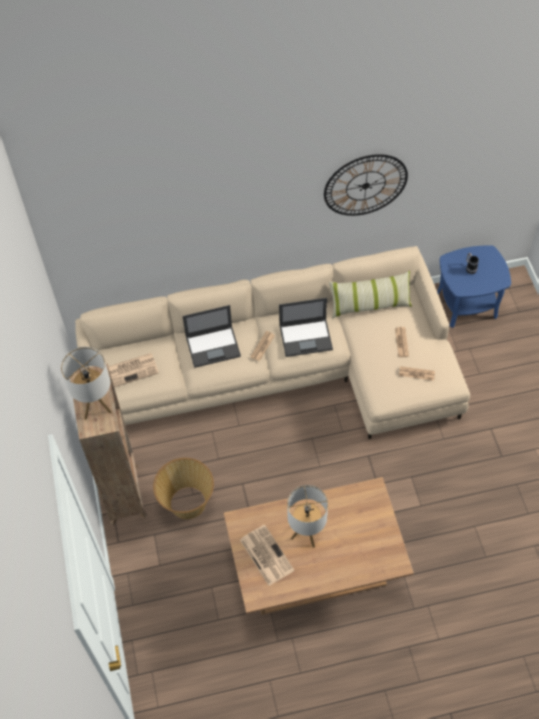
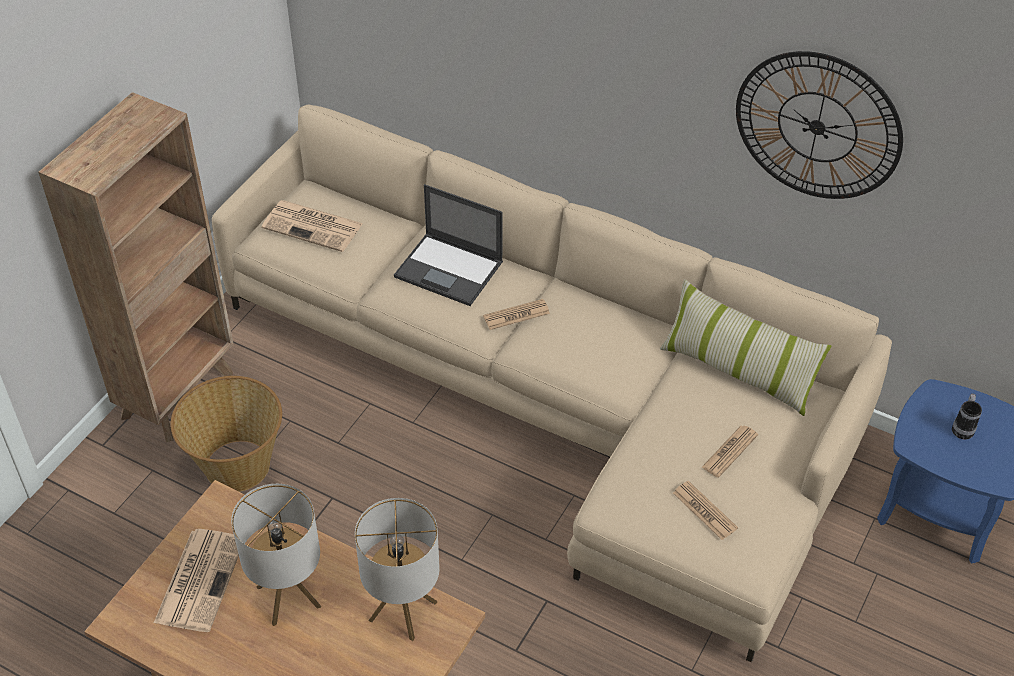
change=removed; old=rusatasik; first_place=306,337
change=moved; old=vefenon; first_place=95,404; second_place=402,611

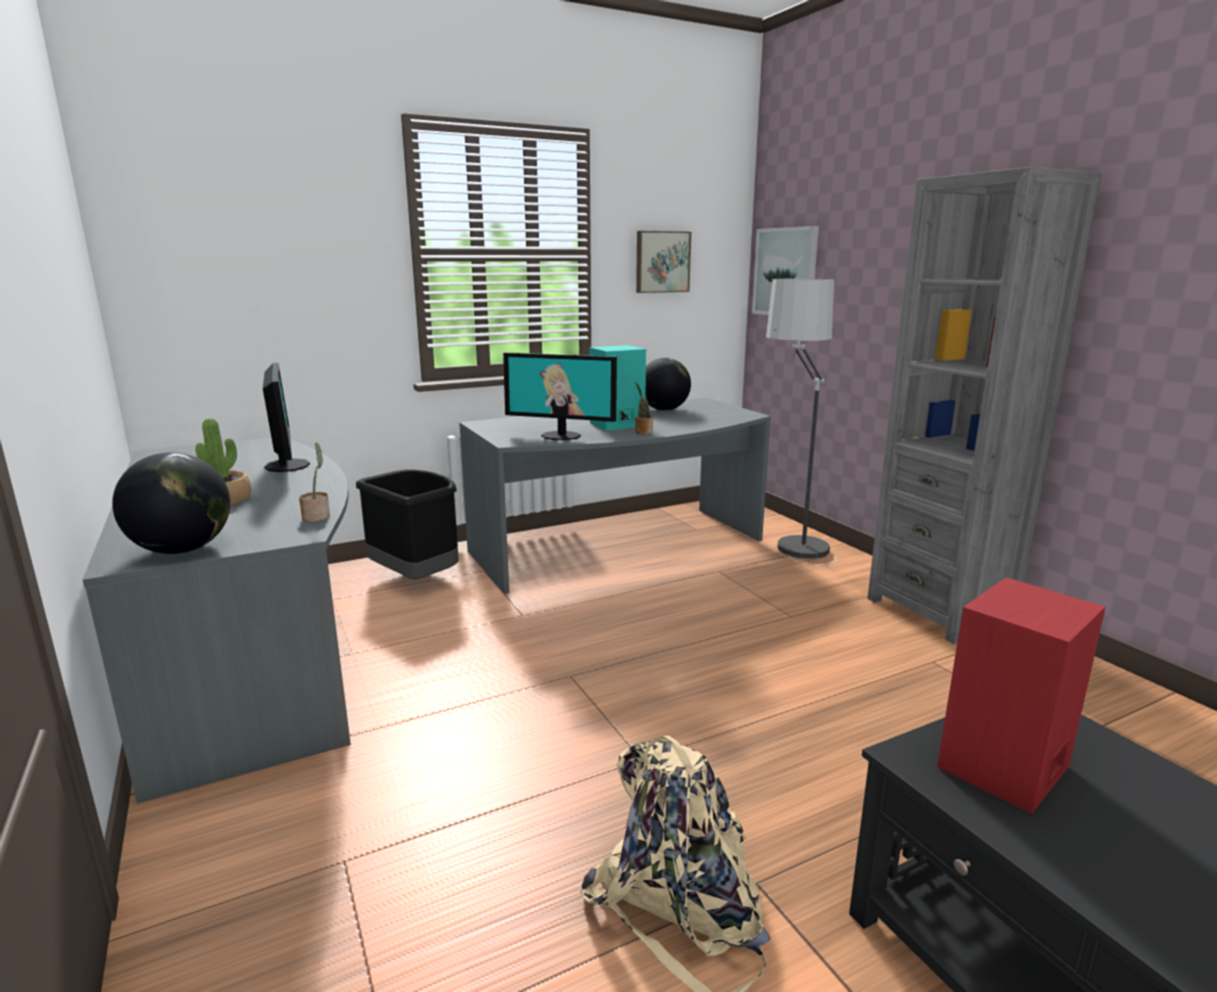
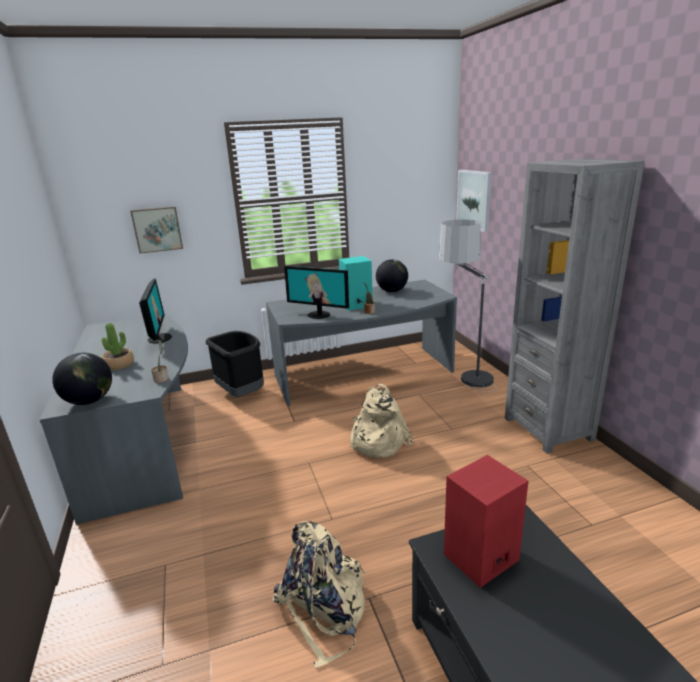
change=moved; old=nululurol; first_place=662,262; second_place=157,229
change=added; new=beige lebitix; second_place=377,441

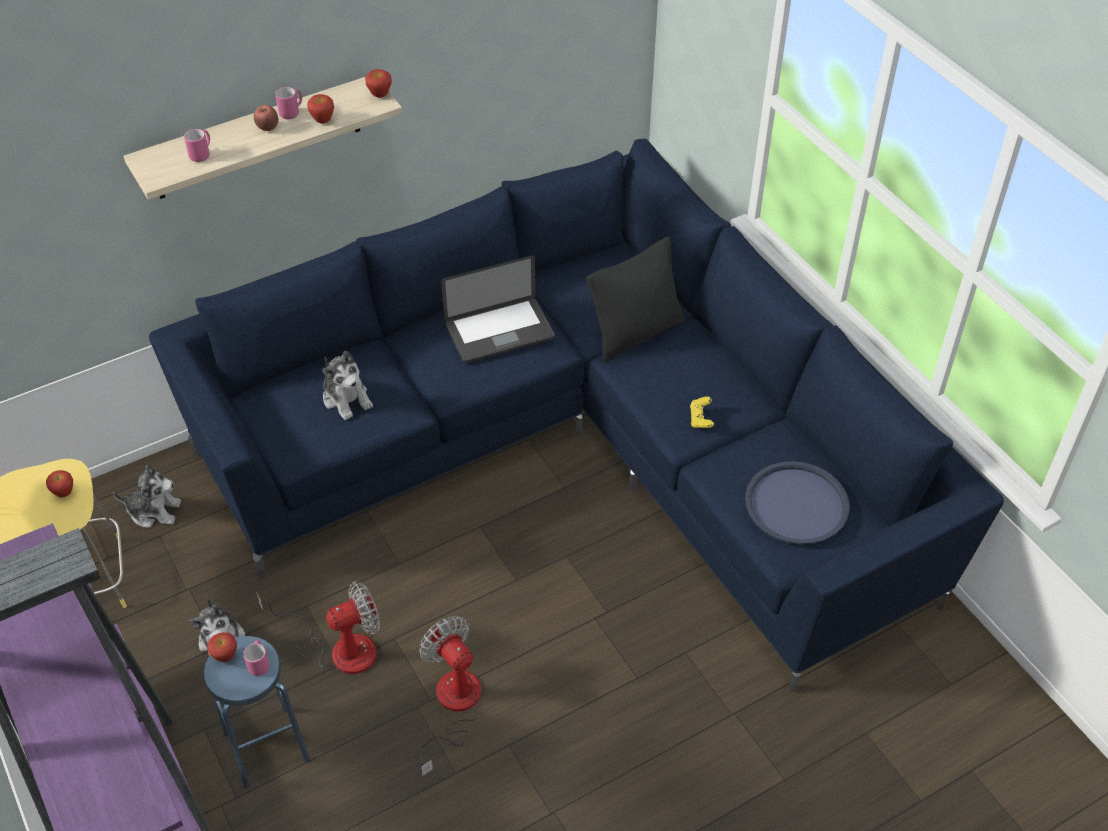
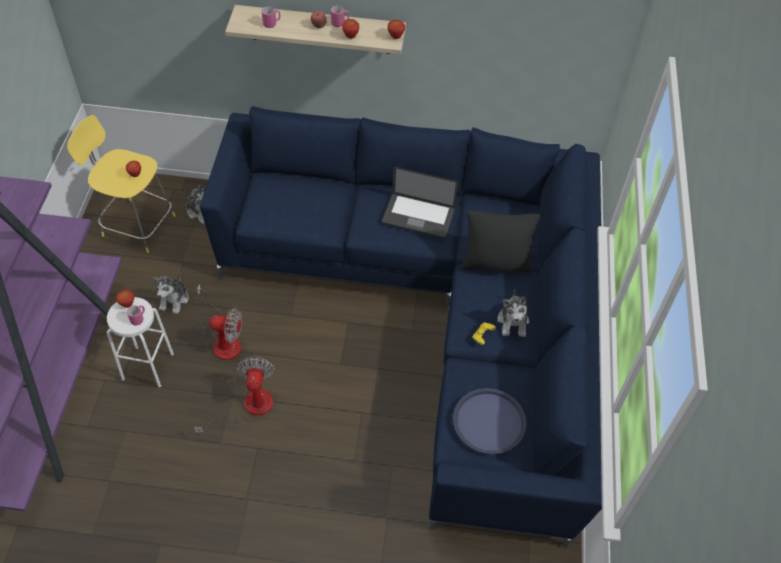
change=moved; old=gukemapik; first_place=347,398; second_place=513,321
change=recoloured; old=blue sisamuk; new=white sisamuk; first_place=266,746; second_place=148,366

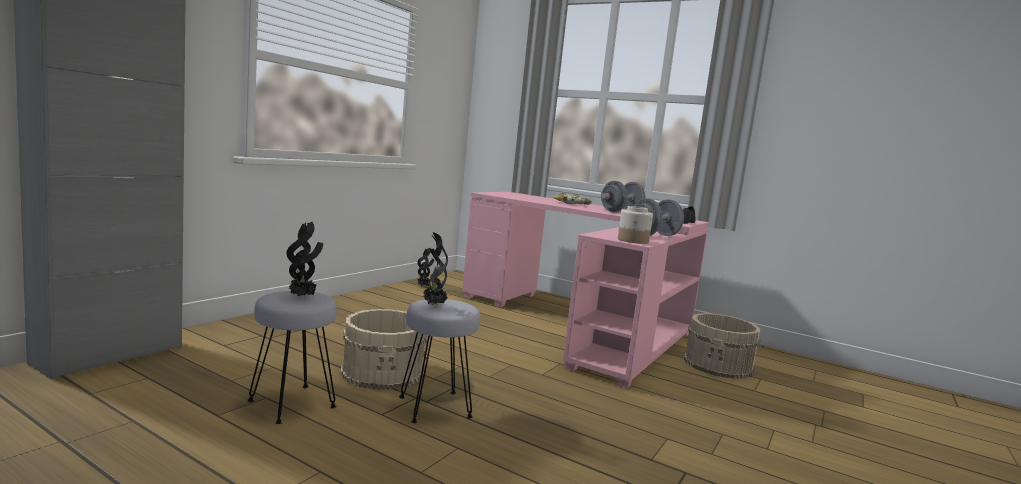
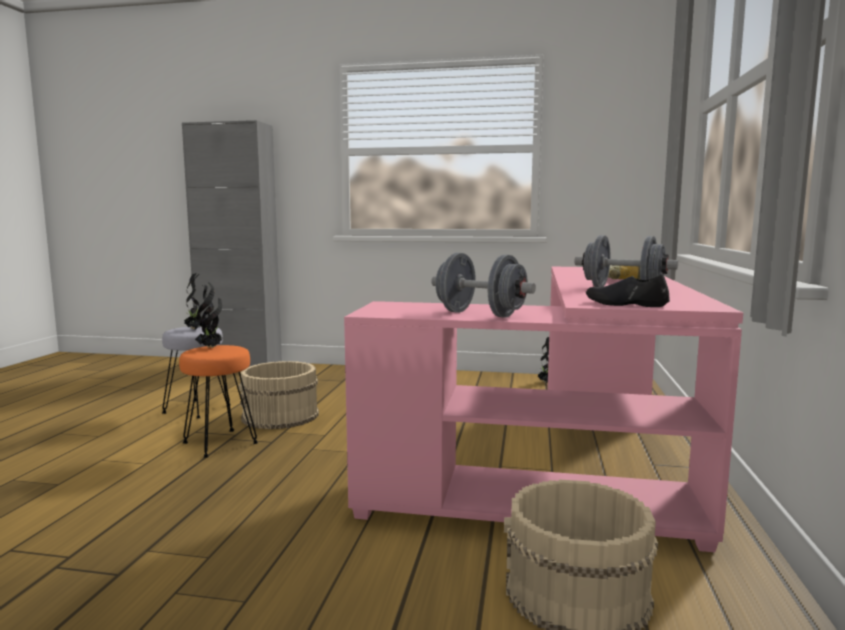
change=removed; old=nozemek; first_place=633,241
change=recoloured; old=grey sisamuk; new=orange sisamuk; first_place=436,407; second_place=220,443

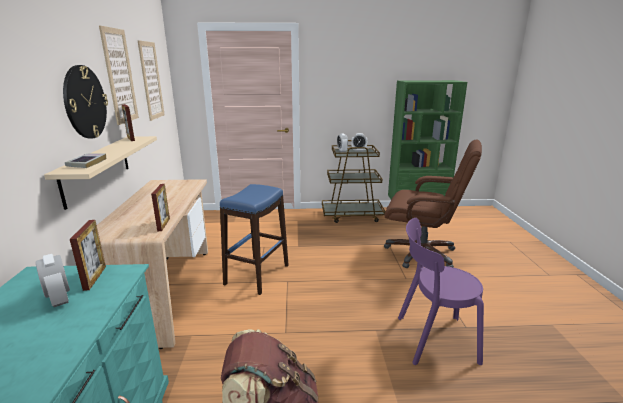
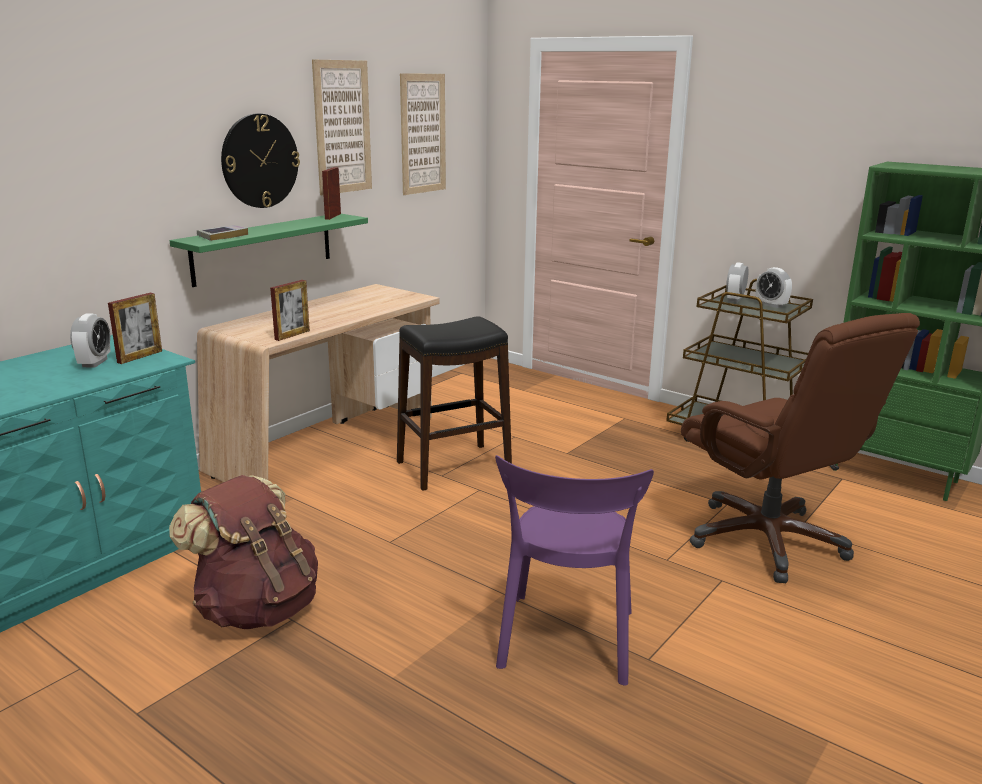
change=recoloured; old=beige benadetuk; new=green benadetuk; first_place=97,169; second_place=263,248
change=recoloured; old=blue sisamuk; new=black sisamuk; first_place=257,275; second_place=453,467
change=turned; old=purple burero; first_place=432,339; second_place=566,643; degrees=-120

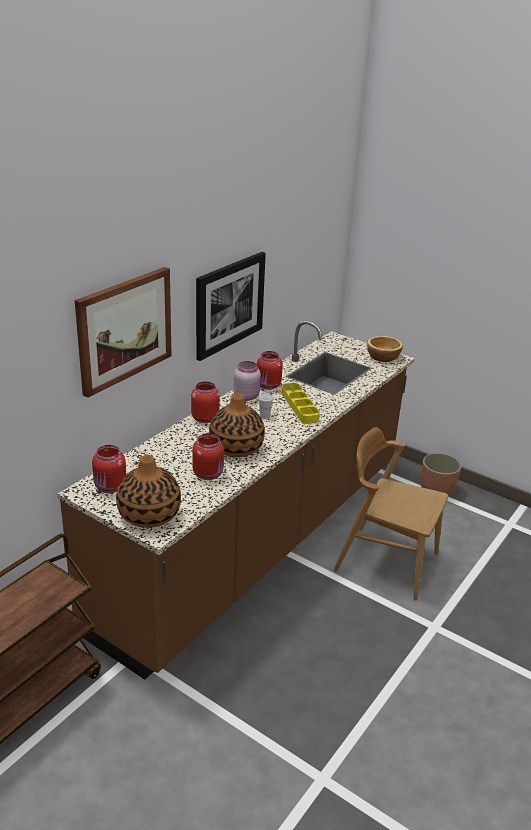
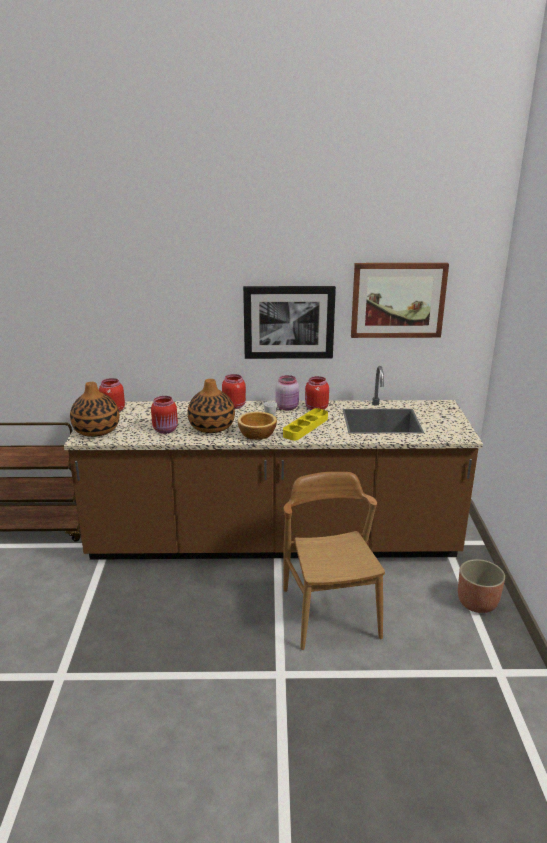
change=moved; old=nululurol; first_place=124,329; second_place=398,300
change=moved; old=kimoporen; first_place=383,357; second_place=256,434

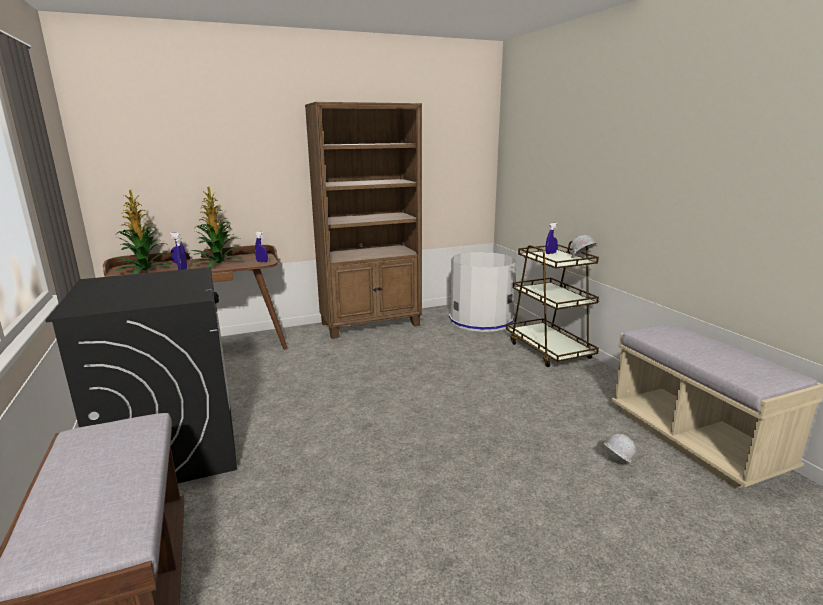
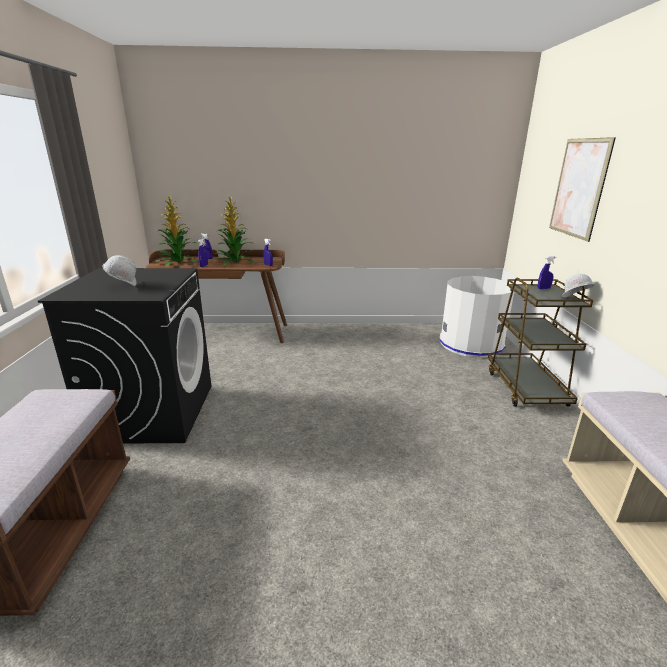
change=removed; old=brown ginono; first_place=371,324
change=moved; old=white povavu; first_place=615,464; second_place=123,285
change=added; new=nululurol; second_place=578,188

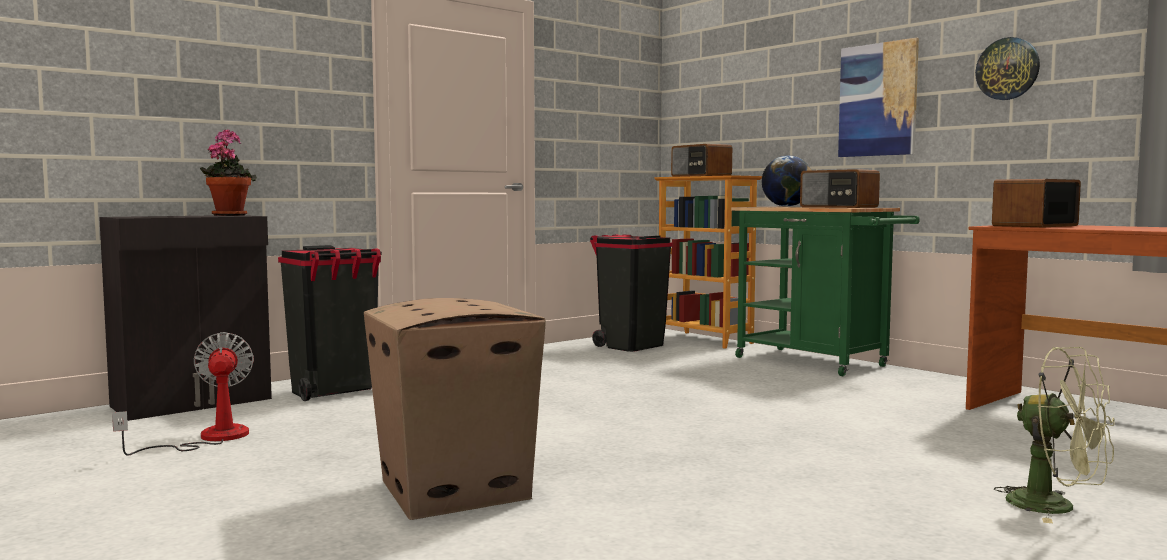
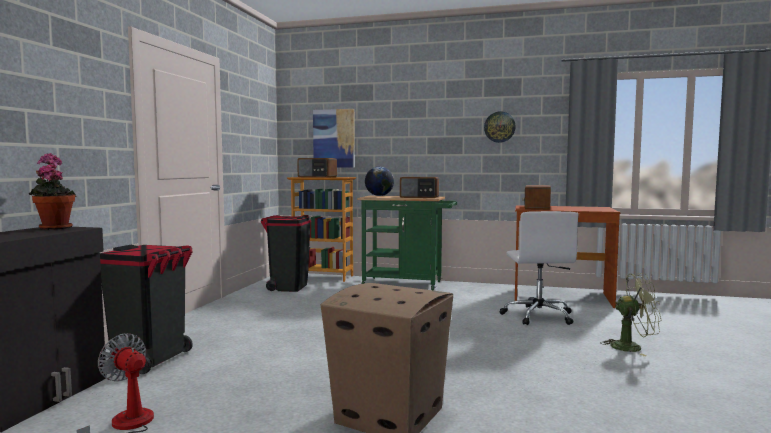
change=moved; old=nululurol; first_place=878,100; second_place=334,138
change=added; new=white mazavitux; second_place=538,316

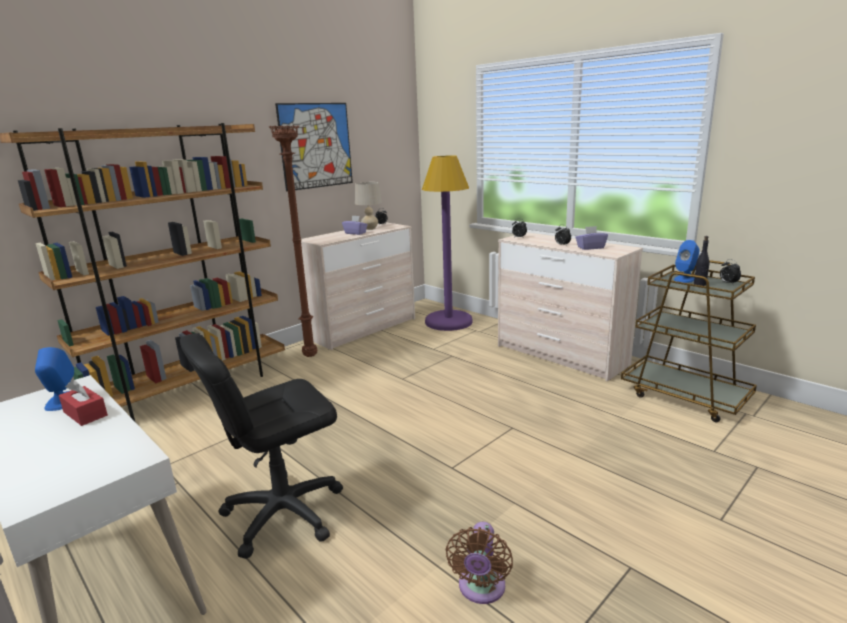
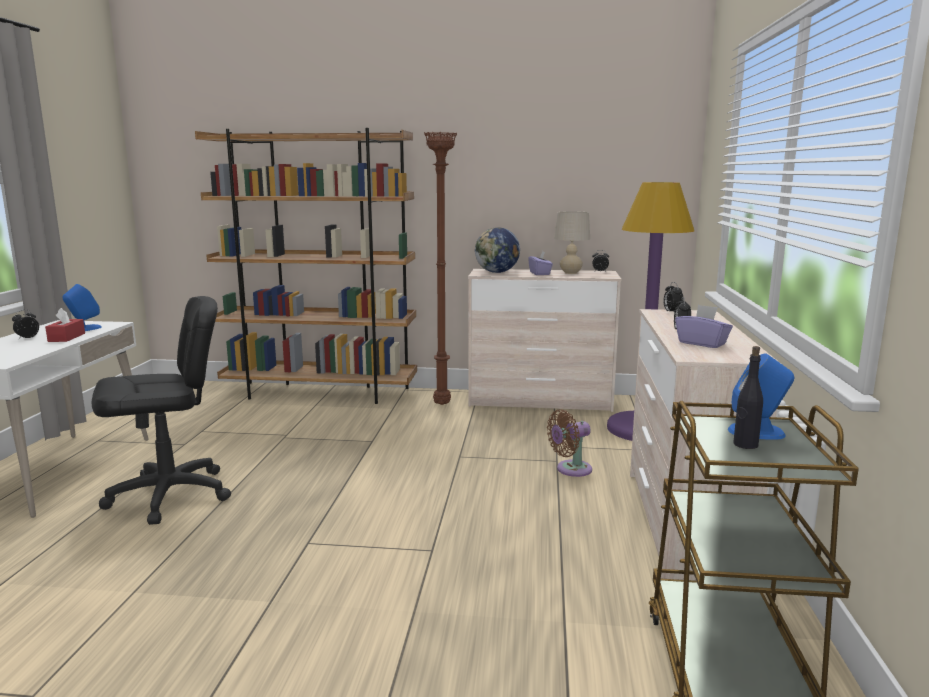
change=removed; old=nululurol; first_place=316,146
change=moved; old=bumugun; first_place=728,283; second_place=27,338
change=turned; old=black mazavitux; first_place=283,513; second_place=170,495; degrees=135
change=moved; old=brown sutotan; first_place=481,589; second_place=570,470
change=added; new=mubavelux; second_place=497,272

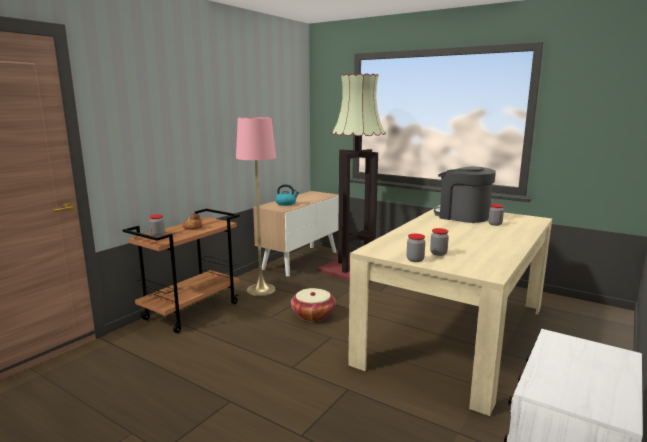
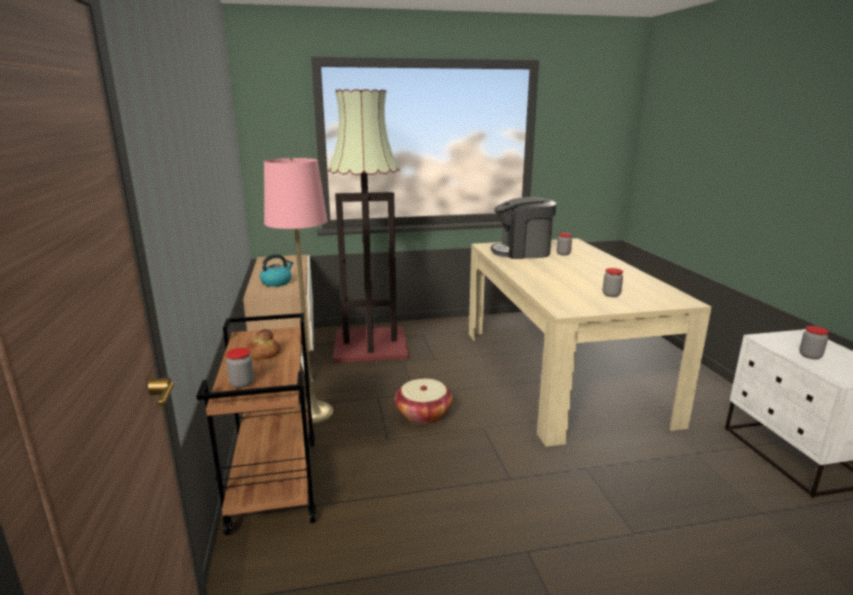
change=moved; old=nozemek; first_place=415,260; second_place=810,356

